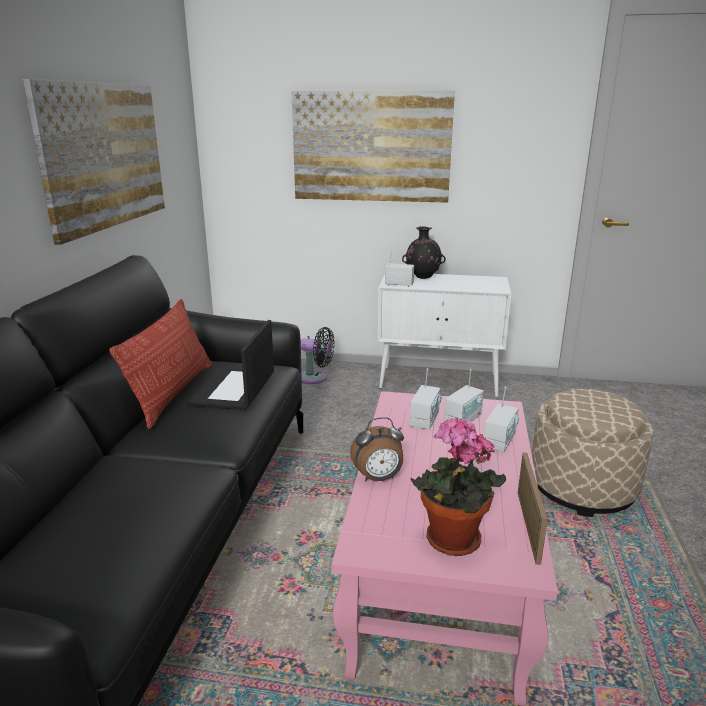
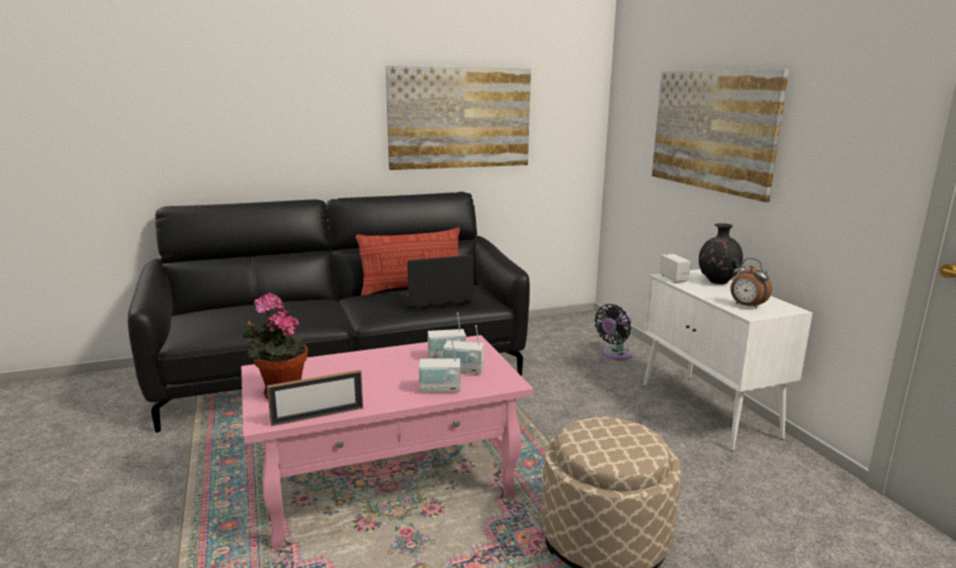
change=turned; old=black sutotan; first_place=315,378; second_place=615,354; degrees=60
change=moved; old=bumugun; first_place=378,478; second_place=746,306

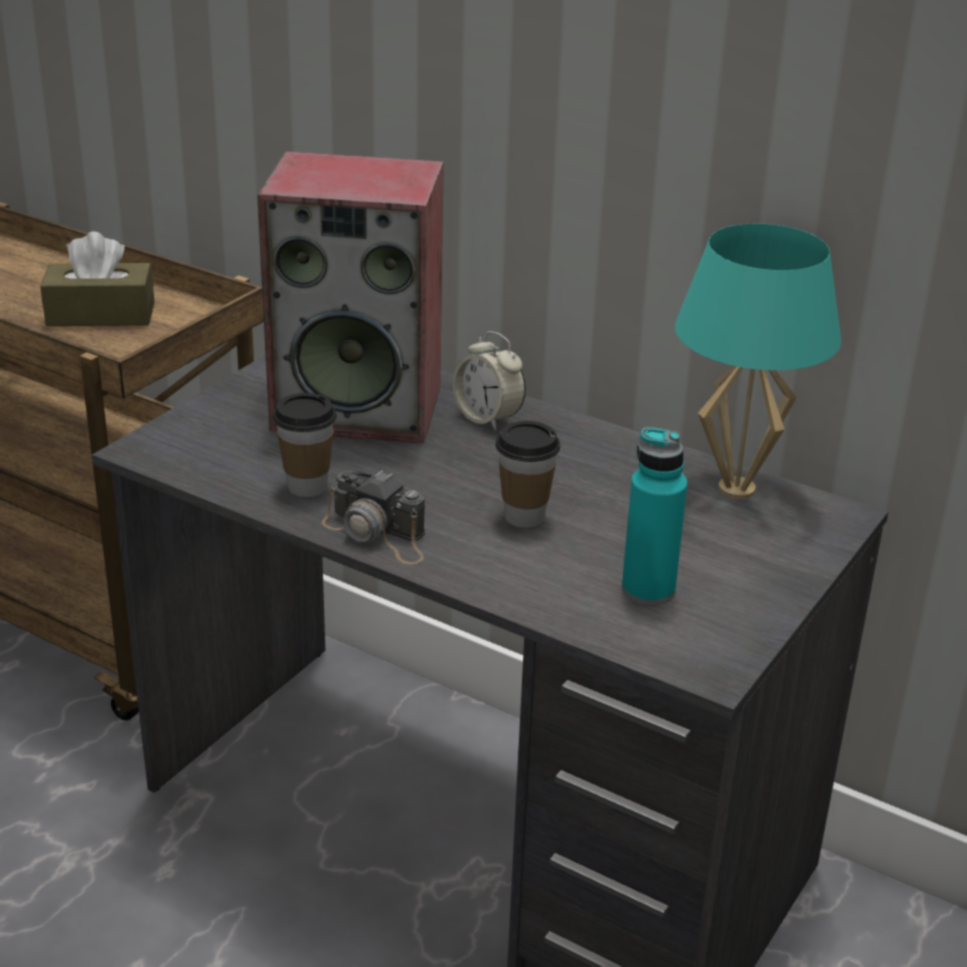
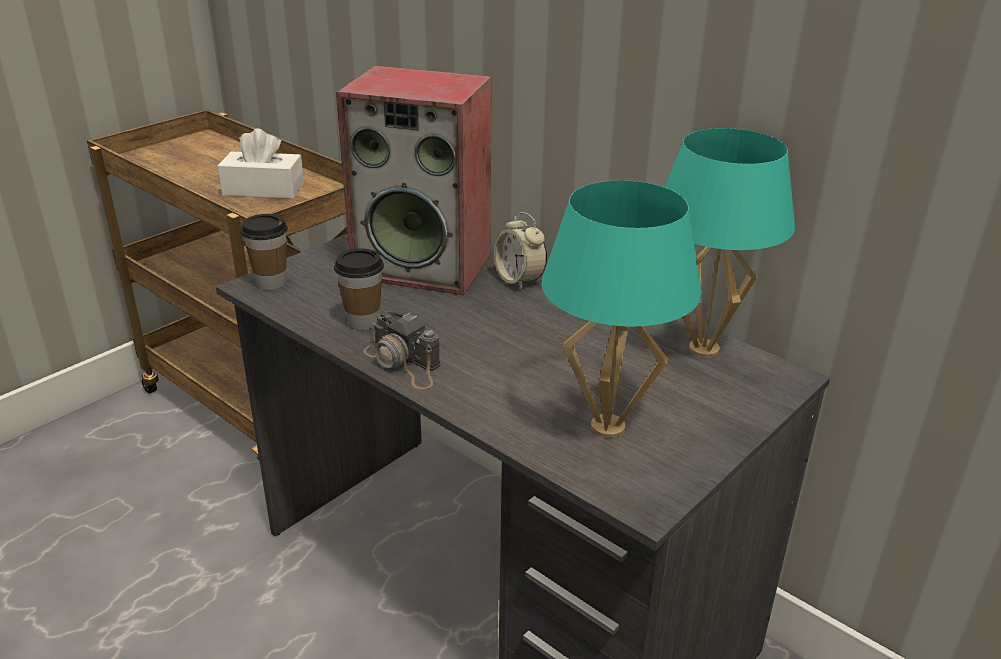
change=recoloured; old=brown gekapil; new=white gekapil; first_place=101,314; second_place=263,189
change=moved; old=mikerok; first_place=524,516; second_place=271,283
change=replaced; old=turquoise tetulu; new=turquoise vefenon; first_place=648,590; second_place=608,427

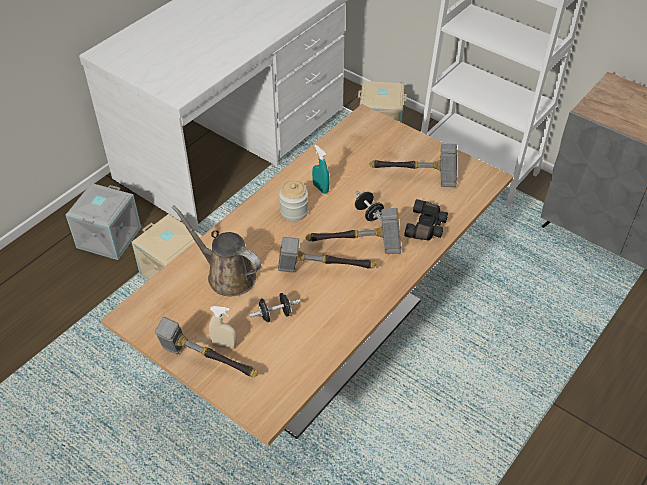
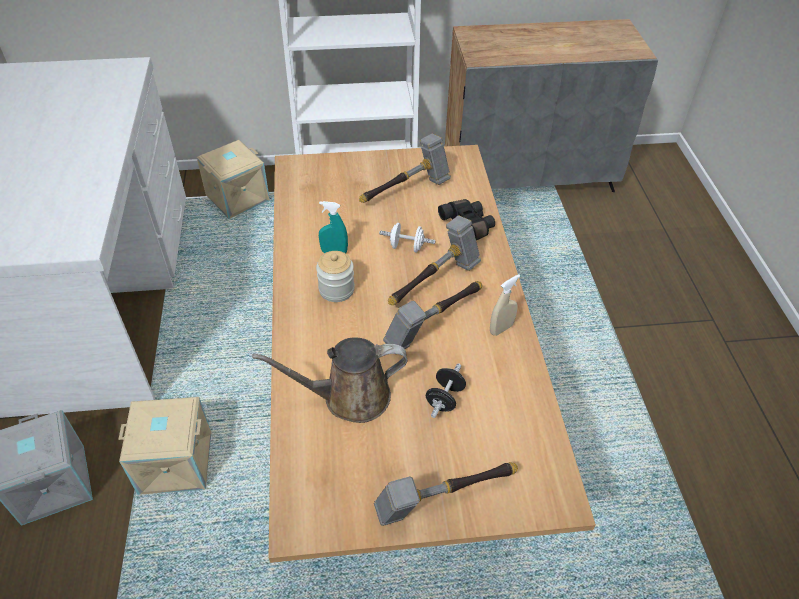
change=recoloured; old=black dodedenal; new=white dodedenal; first_place=368,214; second_place=406,247
change=moved; old=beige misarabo; first_place=224,345; second_place=501,329

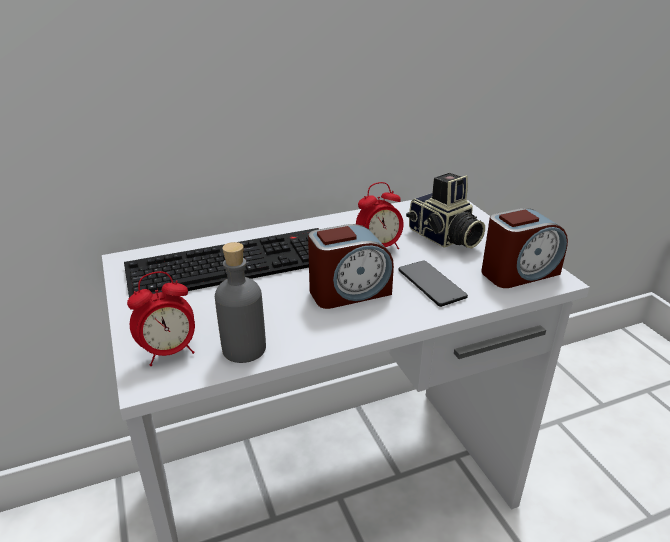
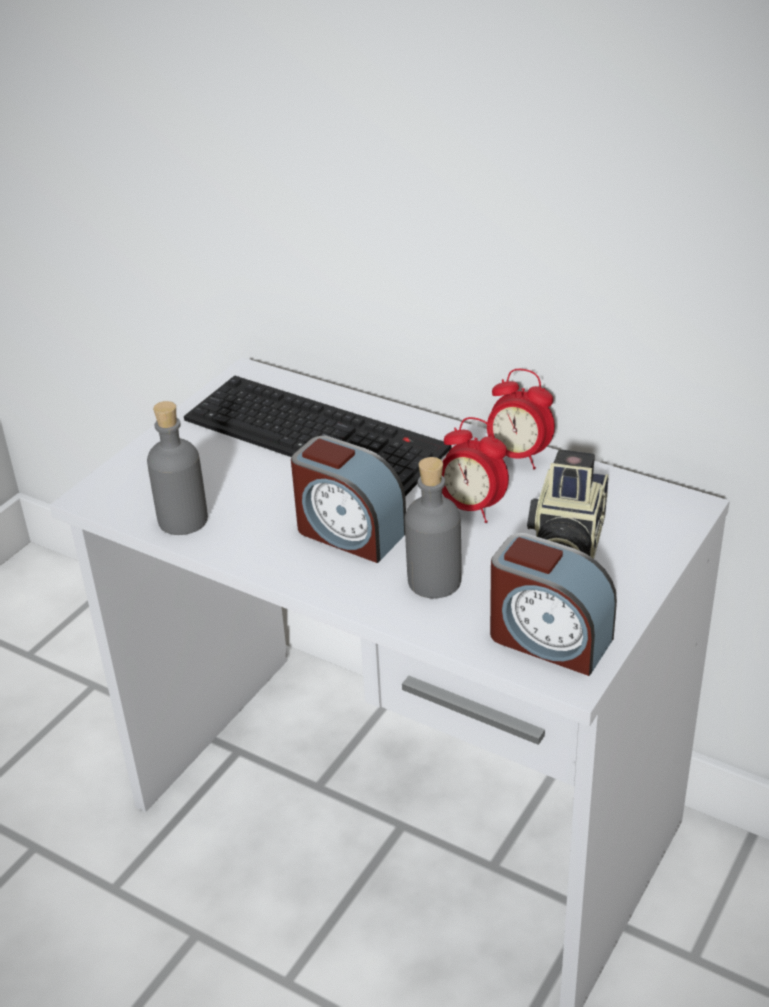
change=replaced; old=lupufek; new=grey tetulu; first_place=431,284; second_place=434,581
change=moved; old=bumugun; first_place=169,352; second_place=518,457

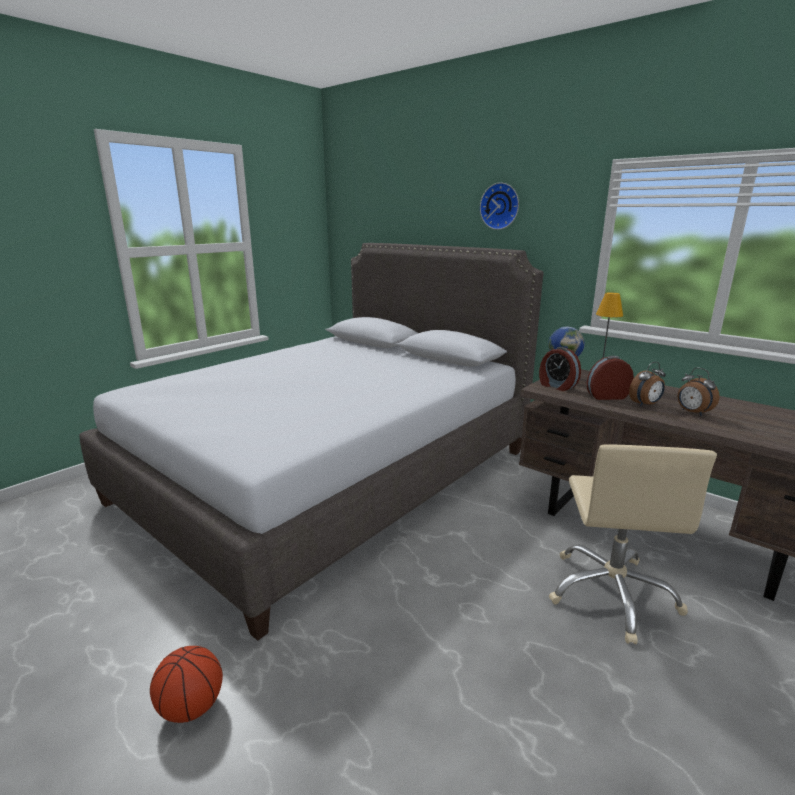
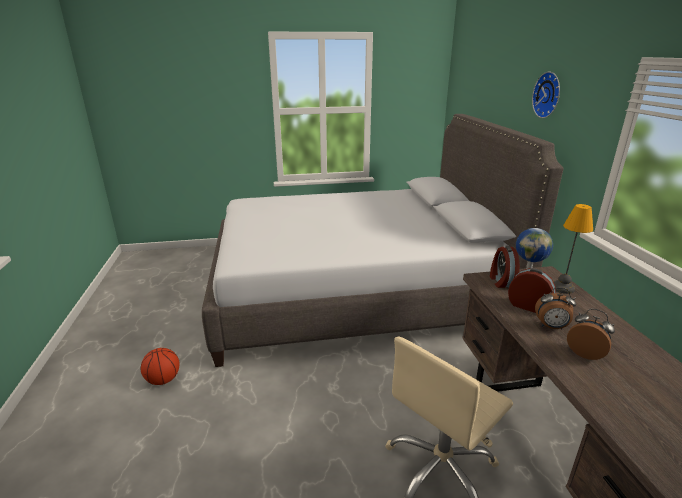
change=turned; old=bumugun; first_place=692,412; second_place=585,353; degrees=120

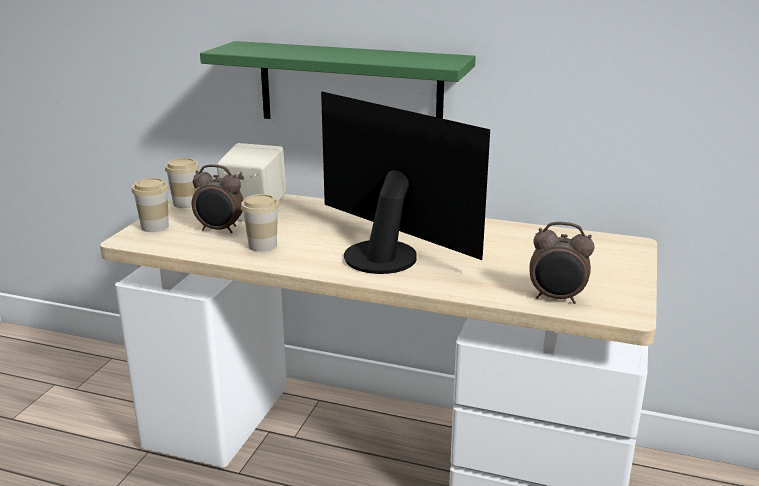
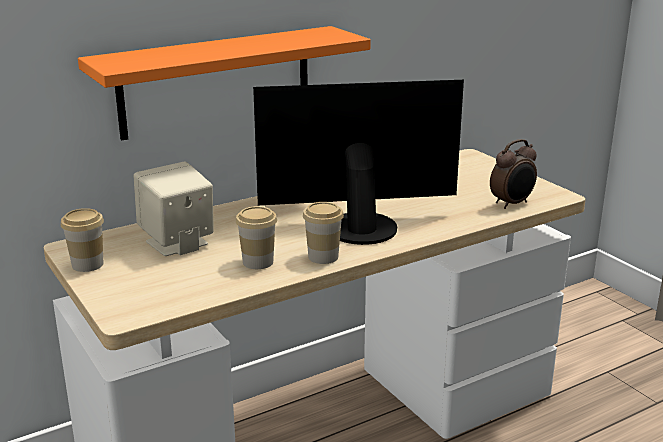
change=recoloured; old=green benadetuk; new=orange benadetuk; first_place=350,87; second_place=216,82
change=removed; old=bumugun; first_place=220,230
change=moved; old=mikerok; first_place=155,226; second_place=323,257

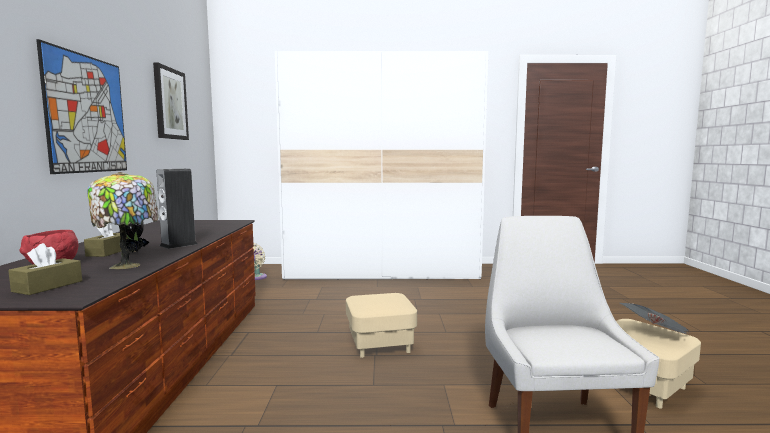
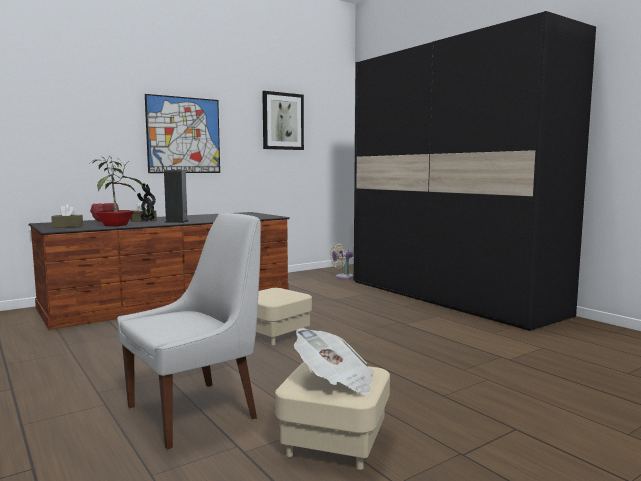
change=recoloured; old=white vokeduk; new=black vokeduk; first_place=382,271; second_place=450,297
change=replaced; old=vefenon; new=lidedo; first_place=128,265; second_place=116,225

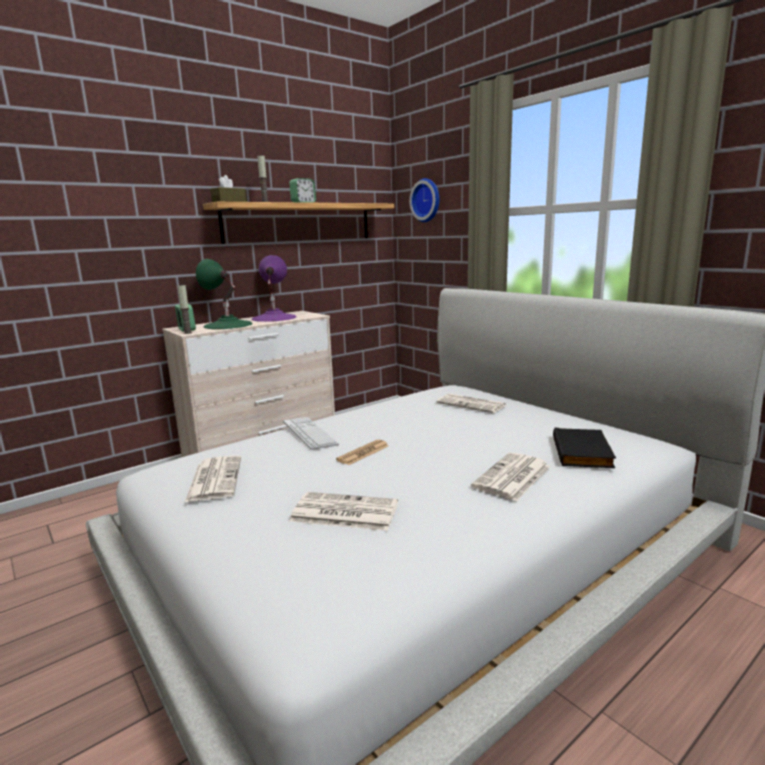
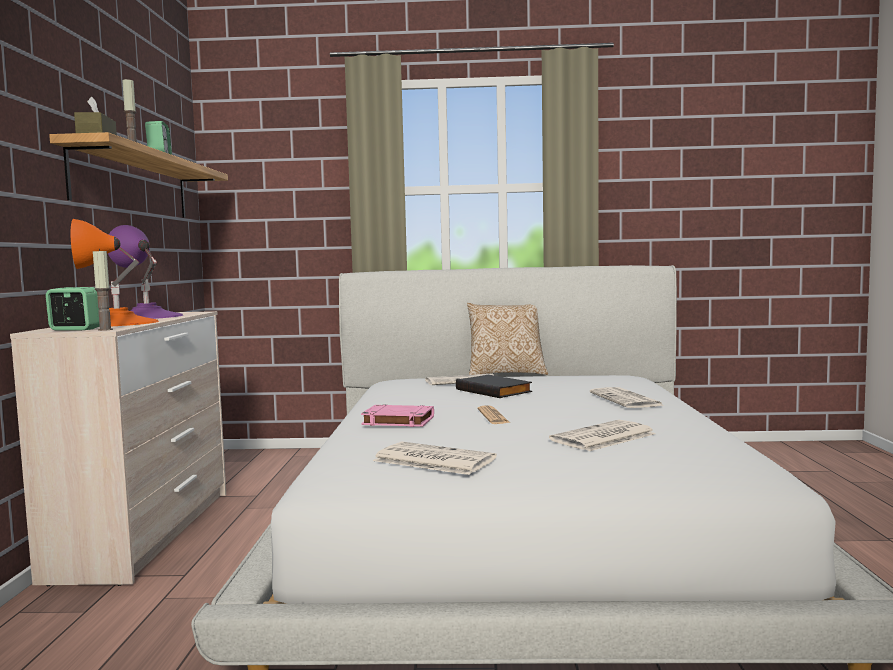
change=removed; old=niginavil; first_place=427,200
change=recoloured; old=green vefenon; new=orange vefenon; first_place=228,325; second_place=117,323
change=replaced; old=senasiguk; new=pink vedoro; first_place=309,433; second_place=397,421
change=moved; old=black vedoro; first_place=583,452; second_place=495,390
change=added; new=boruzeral; second_place=506,374

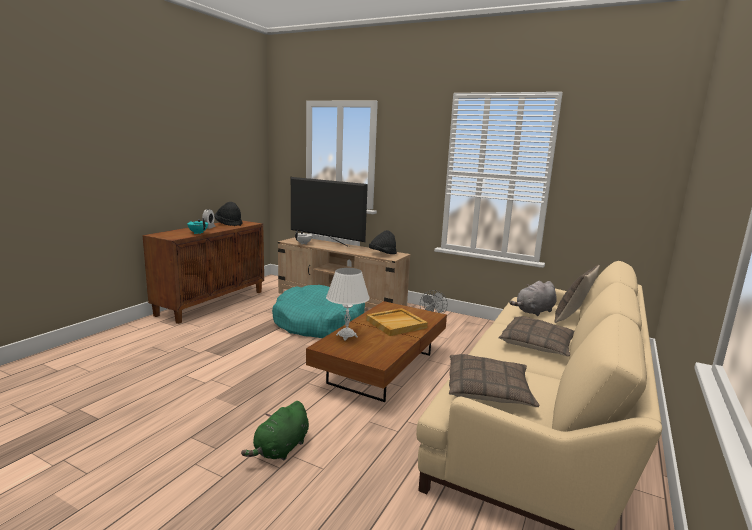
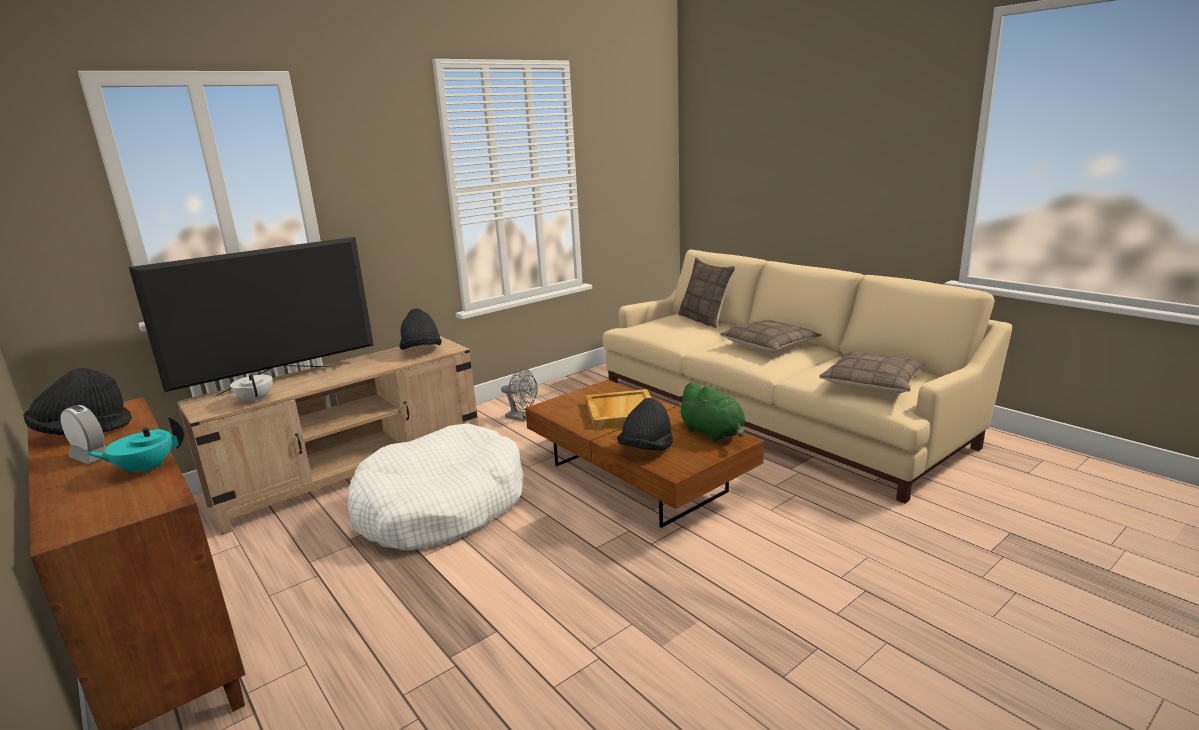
change=replaced; old=white vefenon; new=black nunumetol; first_place=346,336; second_place=646,449
change=removed; old=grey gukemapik; first_place=534,311
change=recoloured; old=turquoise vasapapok; new=white vasapapok; first_place=319,324; second_place=440,506
change=moved; old=green gukemapik; first_place=280,449; second_place=713,433

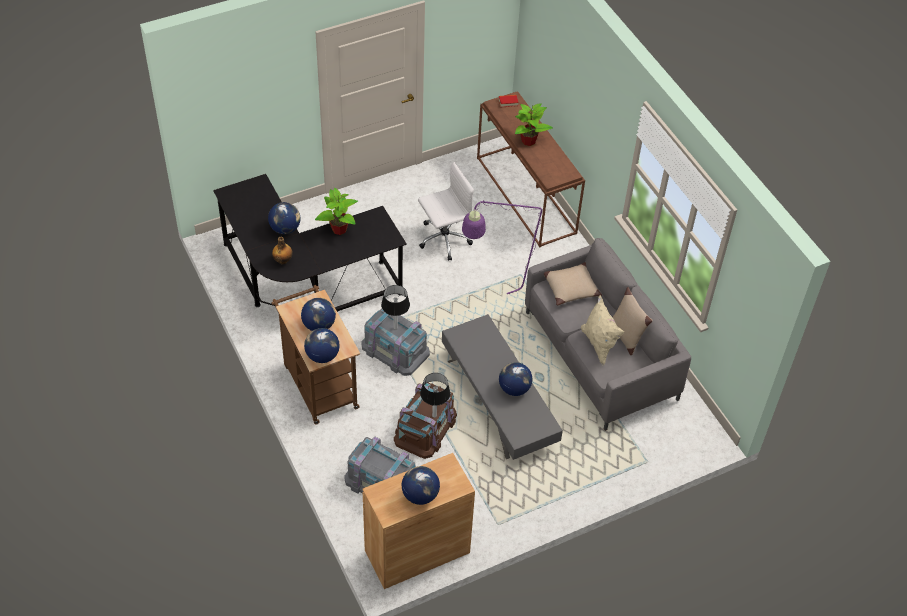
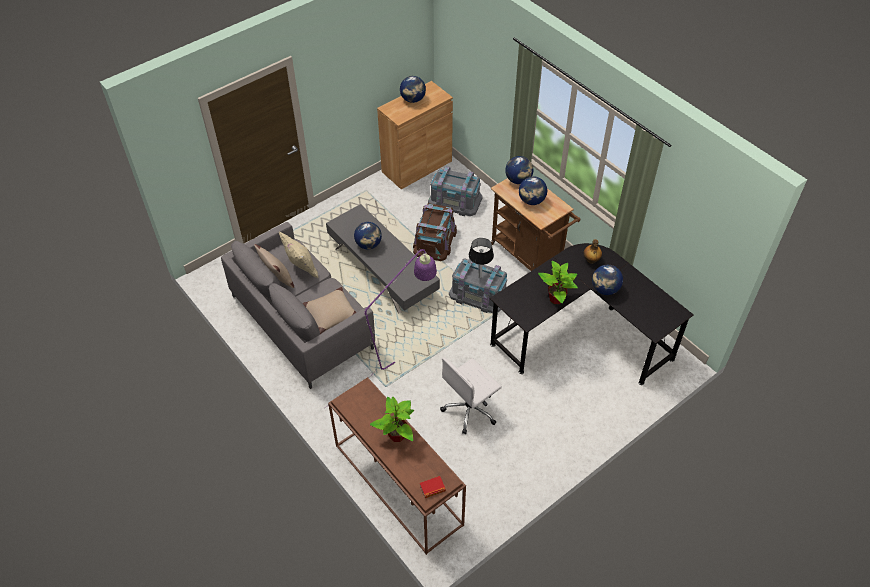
change=removed; old=vefenon; first_place=434,416

